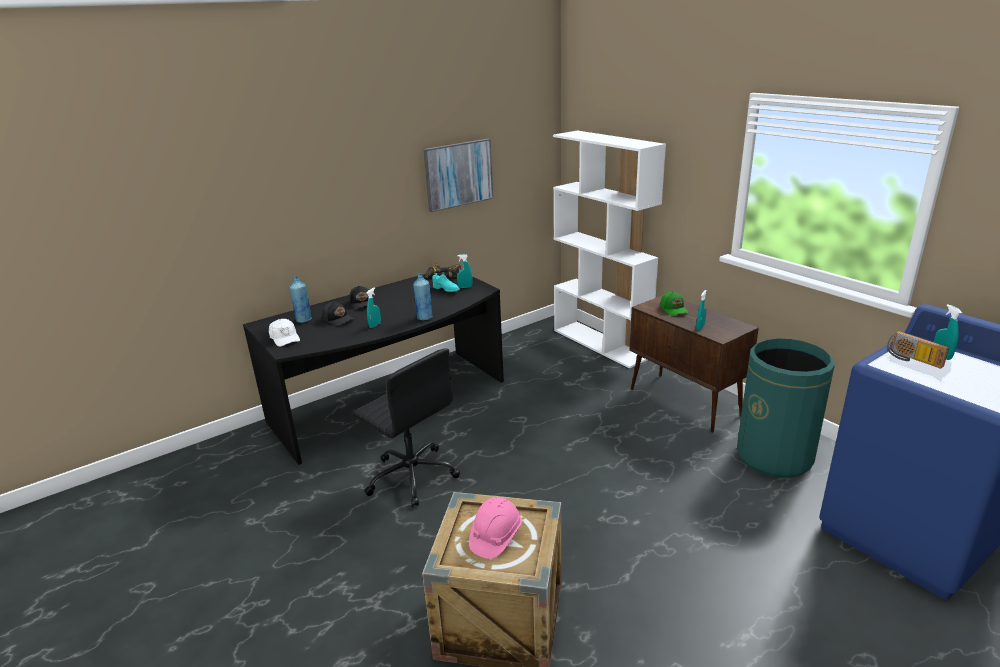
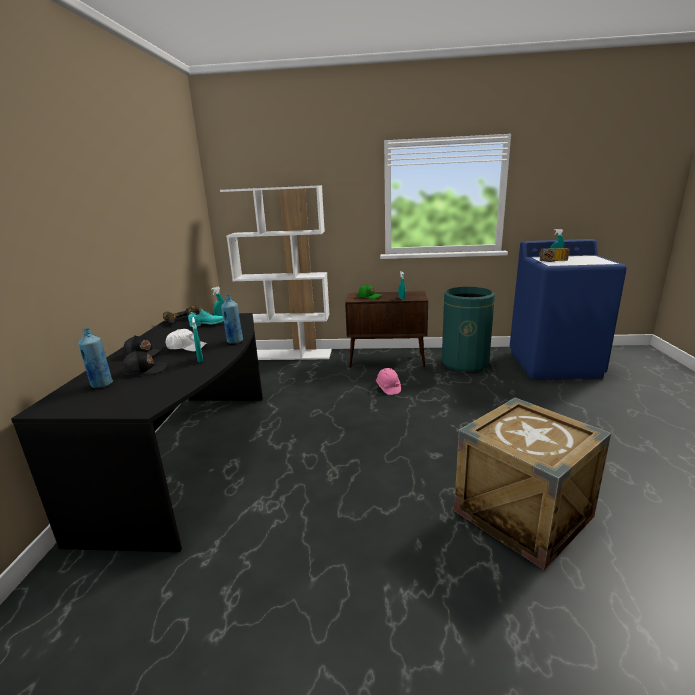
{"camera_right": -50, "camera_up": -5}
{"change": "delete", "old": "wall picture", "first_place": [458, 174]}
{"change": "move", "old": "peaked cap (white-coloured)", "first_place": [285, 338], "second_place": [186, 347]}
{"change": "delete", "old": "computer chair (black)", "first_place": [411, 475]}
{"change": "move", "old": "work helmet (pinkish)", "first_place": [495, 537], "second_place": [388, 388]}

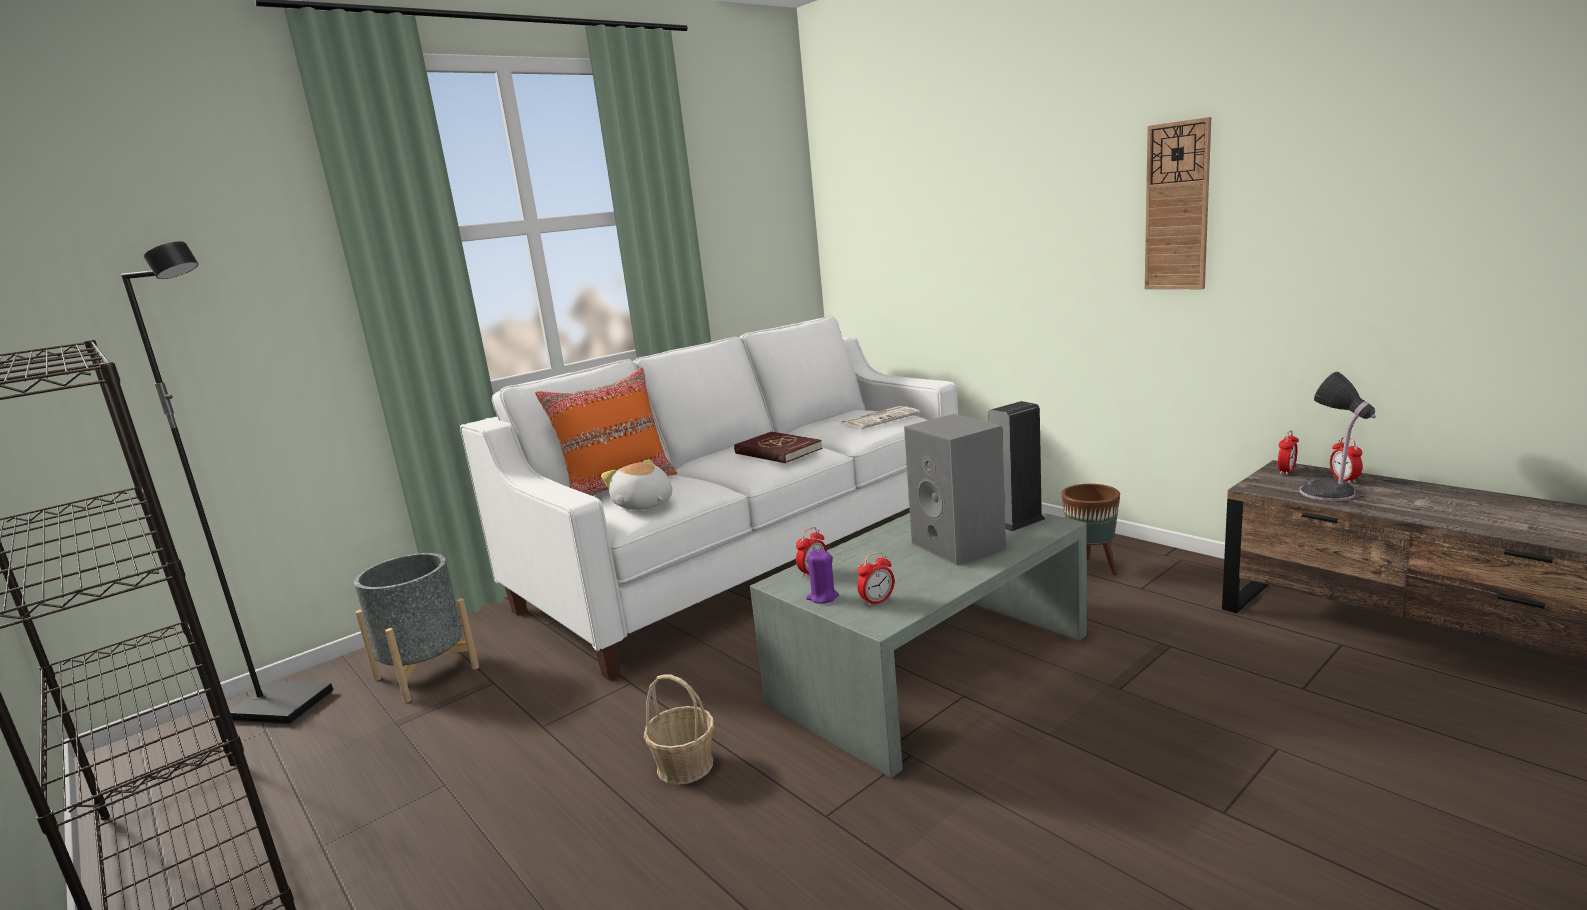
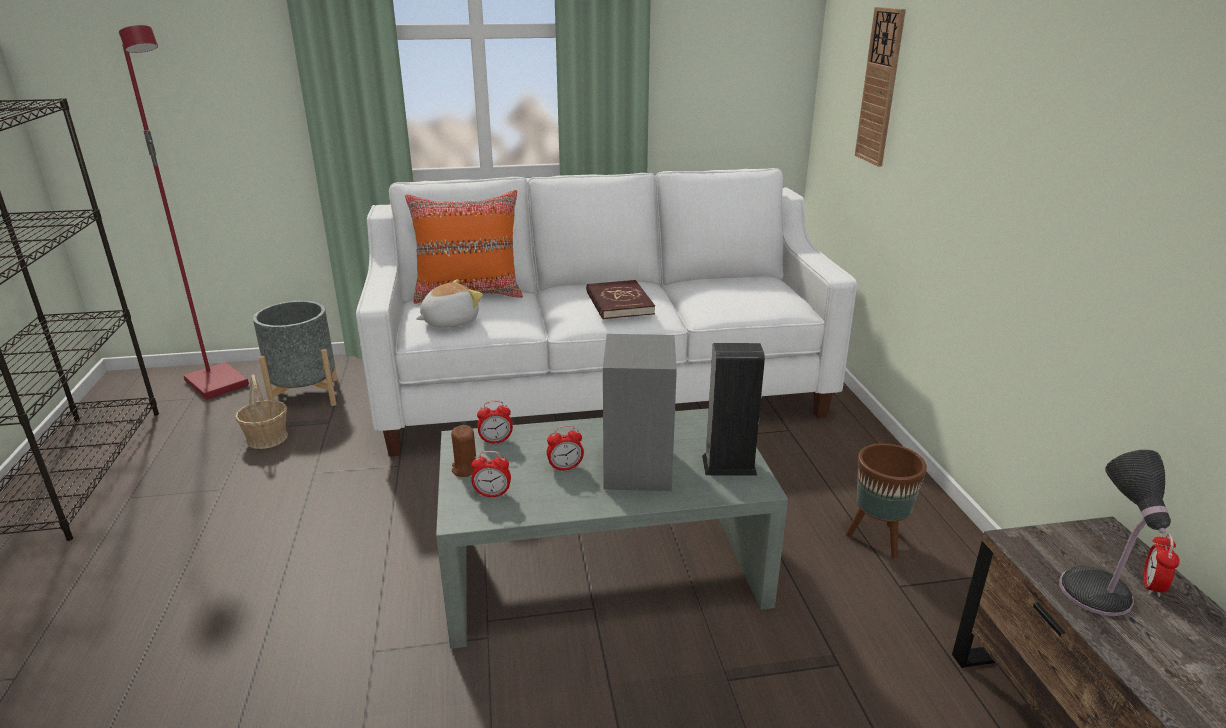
{"camera_right": 30, "camera_up": 10}
{"change": "move", "old": "hanging clock", "first_place": [1177, 207], "second_place": [880, 87]}
{"change": "recolor", "old": "standard lamp (black)", "new": "standard lamp (red)", "first_place": [285, 705], "second_place": [219, 383]}
{"change": "delete", "old": "newspaper", "first_place": [880, 419]}
{"change": "move", "old": "table clock", "first_place": [1286, 472], "second_place": [565, 468]}
{"change": "rotate", "old": "soft toy", "first_place": [643, 505], "second_place": [449, 321], "degrees": 60}
{"change": "recolor", "old": "candle (purplish)", "new": "candle (brown-coloured)", "first_place": [822, 597], "second_place": [465, 469]}
{"change": "move", "old": "basket", "first_place": [685, 765], "second_place": [267, 438]}

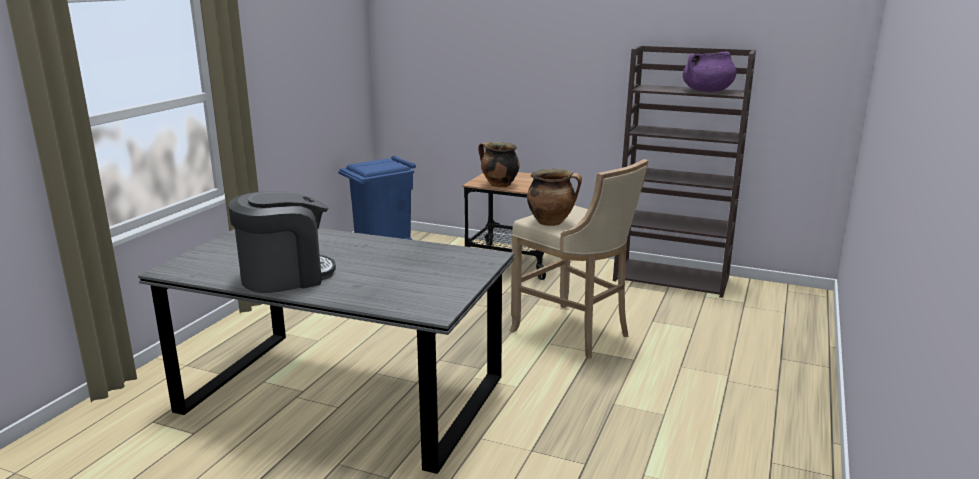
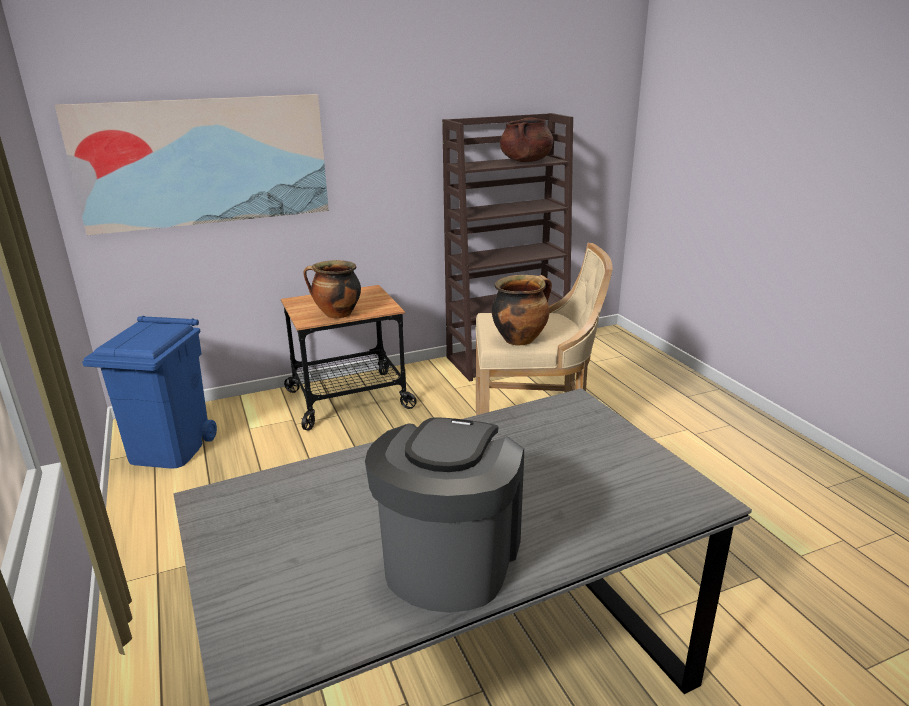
{"camera_right": -45, "camera_up": 5}
{"change": "recolor", "old": "saucepot (purplish)", "new": "saucepot (brown-coloured)", "first_place": [707, 91], "second_place": [526, 161]}
{"change": "insert", "new": "wall picture", "second_place": [204, 162]}

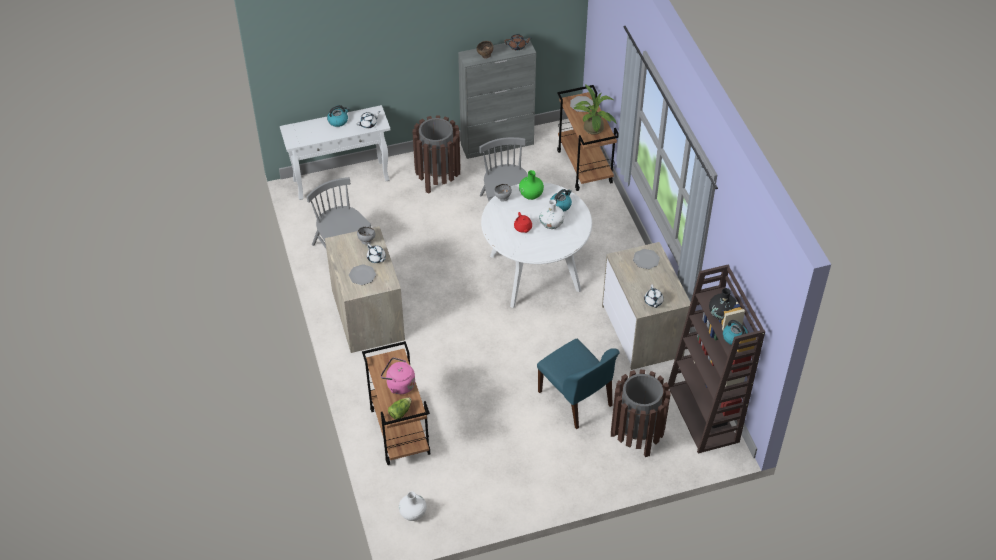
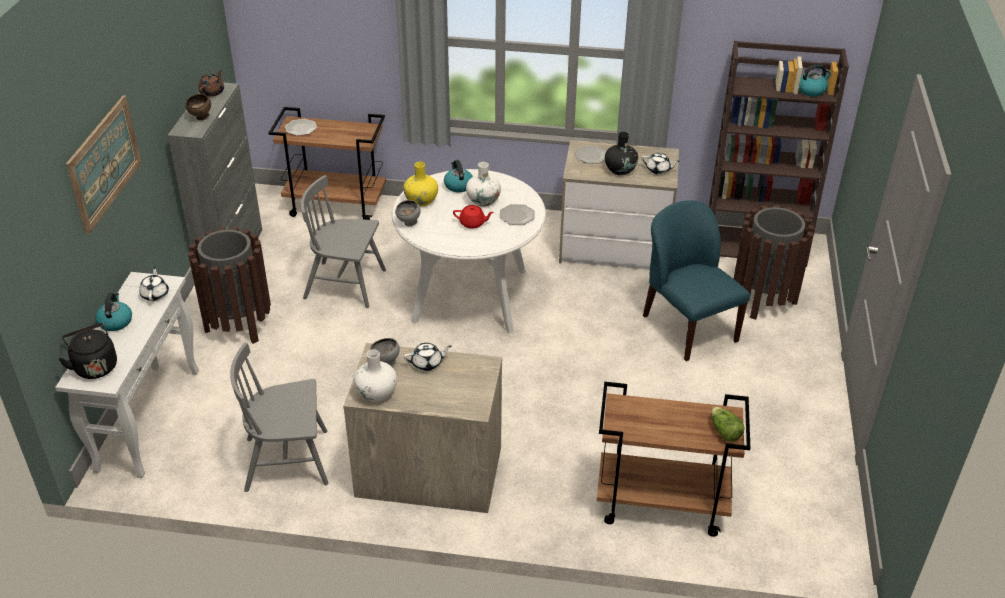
{"camera_right": -65, "camera_up": -10}
{"change": "delete", "old": "houseplant", "first_place": [594, 130]}
{"change": "recolor", "old": "vase (green-coloured)", "new": "vase (yellow-coloured)", "first_place": [531, 194], "second_place": [421, 201]}
{"change": "move", "old": "flat dish", "first_place": [362, 275], "second_place": [517, 215]}
{"change": "move", "old": "vase (black)", "first_place": [721, 314], "second_place": [620, 170]}
{"change": "rotate", "old": "upright chair (blue-coloured)", "first_place": [576, 399], "second_place": [688, 327], "degrees": -105}
{"change": "delete", "old": "tea kettle (pinkish)", "first_place": [399, 385]}
{"change": "move", "old": "vase (white-coloured)", "first_place": [413, 513], "second_place": [376, 393]}
{"change": "insert", "new": "wall picture", "second_place": [104, 163]}
{"change": "insert", "new": "tea kettle (black)", "second_place": [94, 366]}

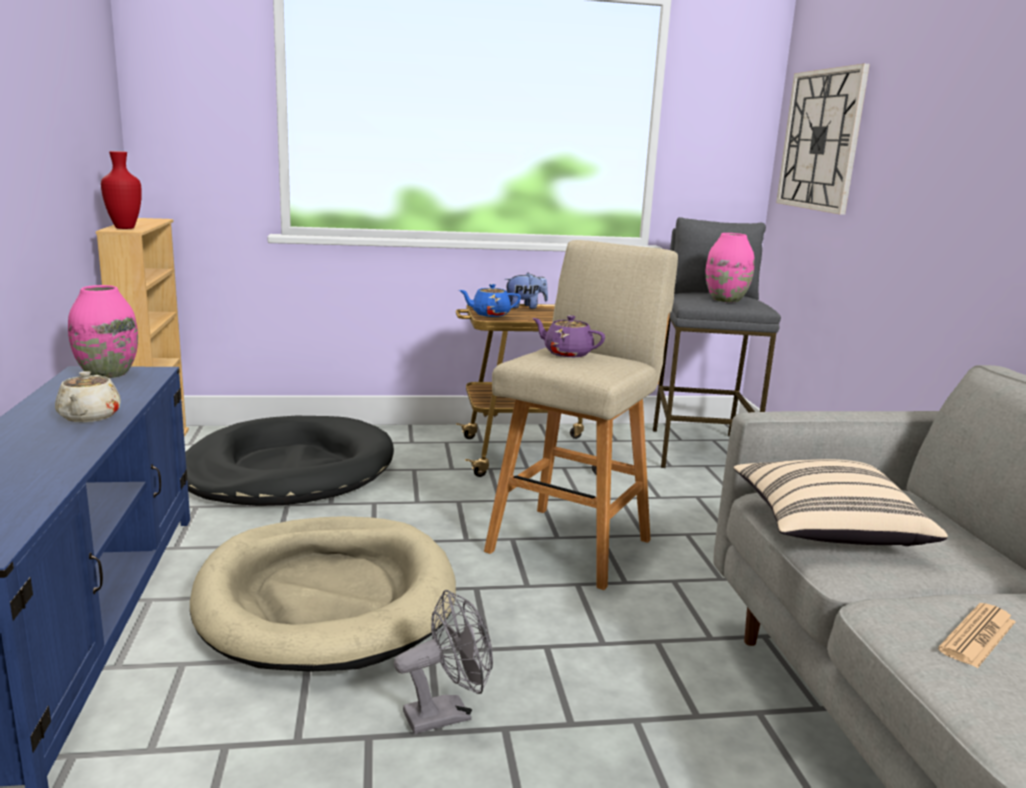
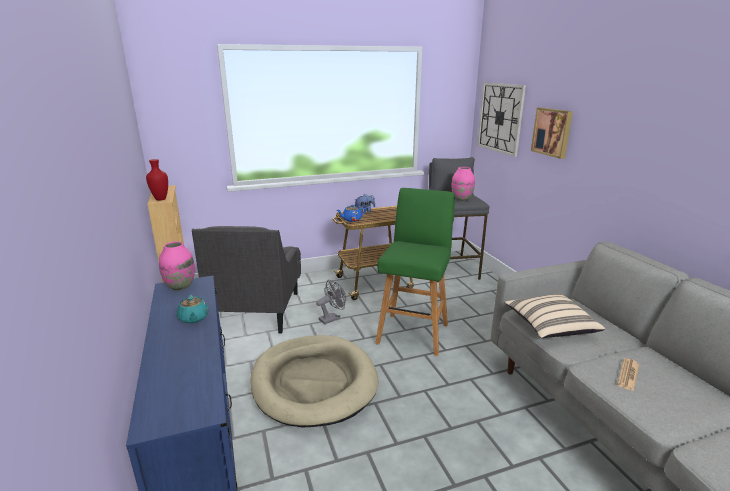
{"camera_right": -10, "camera_up": 5}
{"change": "recolor", "old": "stool (beige)", "new": "stool (green-coloured)", "first_place": [572, 543], "second_place": [413, 332]}
{"change": "delete", "old": "tea pot (purplish)", "first_place": [567, 353]}
{"change": "recolor", "old": "tea pot (beige)", "new": "tea pot (turquoise)", "first_place": [89, 417], "second_place": [193, 318]}
{"change": "replace", "old": "dog bed (black)", "new": "easy chair (greyish)", "first_place": [289, 470], "second_place": [258, 310]}
{"change": "move", "old": "cooling fan (greyish)", "first_place": [447, 714], "second_place": [332, 318]}
{"change": "insert", "new": "wall picture", "second_place": [552, 132]}

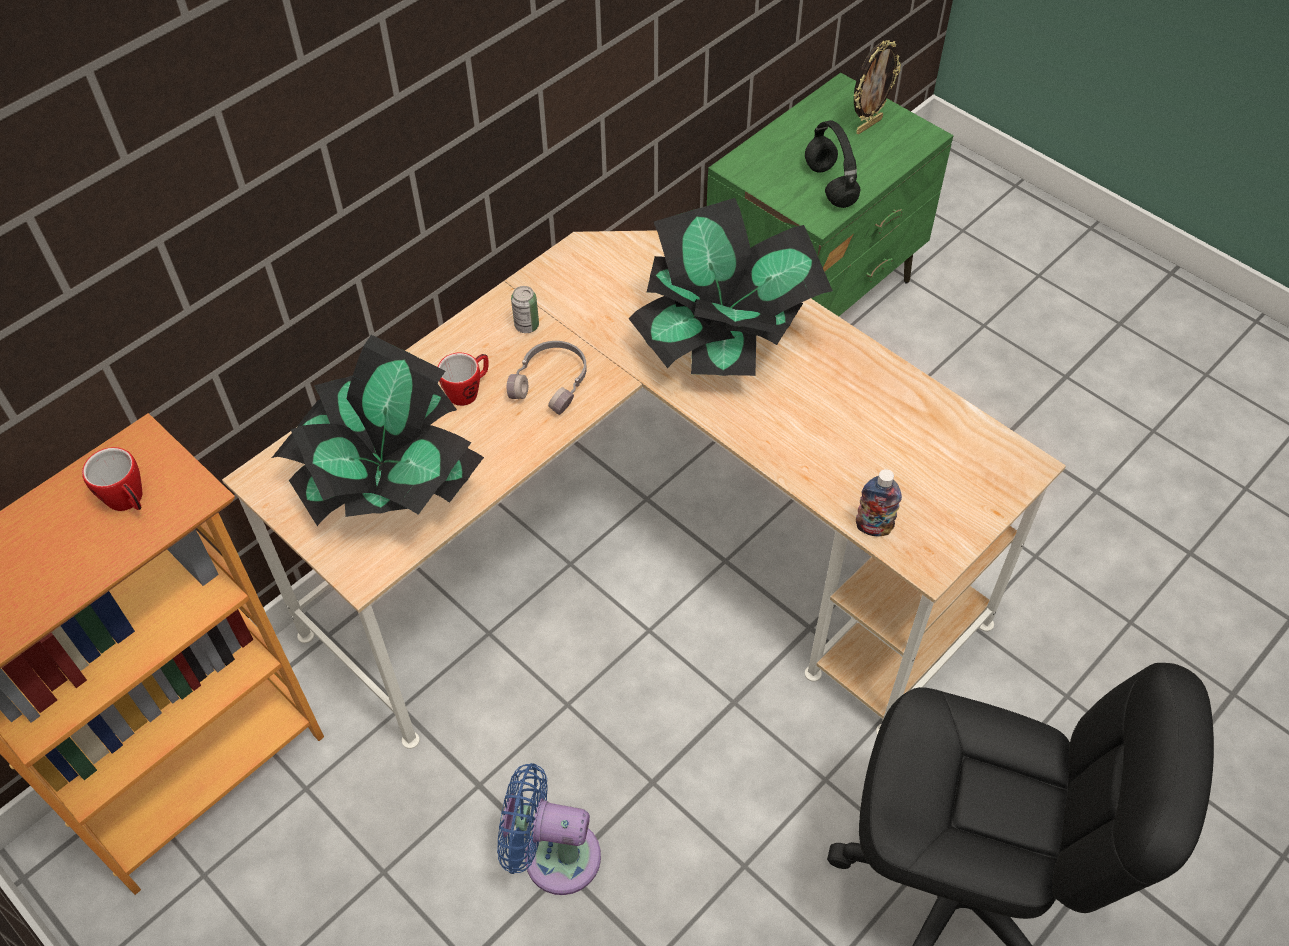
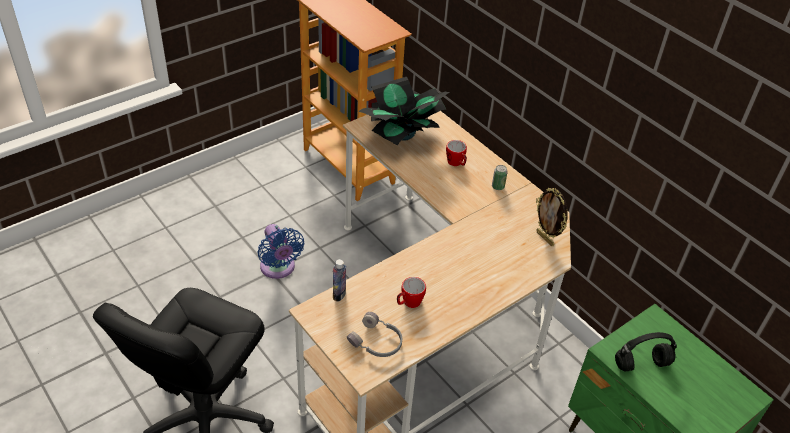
{"camera_right": 95, "camera_up": -10}
{"change": "move", "old": "picture frame", "first_place": [868, 125], "second_place": [545, 238]}
{"change": "delete", "old": "houseplant", "first_place": [724, 341]}
{"change": "move", "old": "headset (greyish)", "first_place": [552, 382], "second_place": [376, 342]}
{"change": "move", "old": "mug", "first_place": [129, 501], "second_place": [409, 303]}
{"change": "rotate", "old": "cooling fan (blue-coloured)", "first_place": [553, 855], "second_place": [279, 268], "degrees": 135}

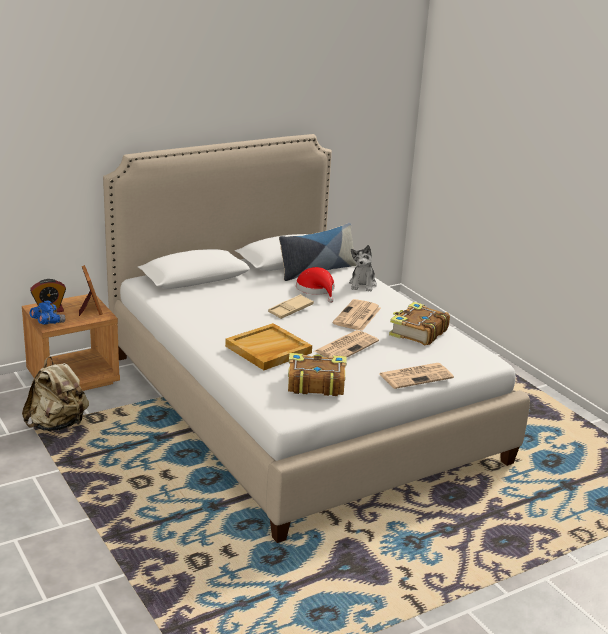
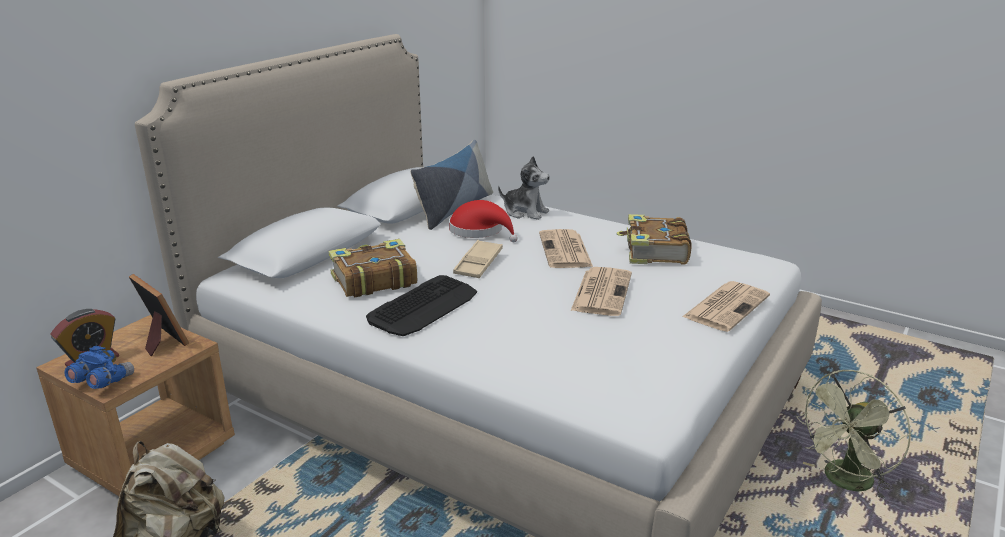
{"camera_right": -25, "camera_up": 0}
{"change": "rotate", "old": "soft toy", "first_place": [362, 284], "second_place": [525, 212], "degrees": -45}
{"change": "delete", "old": "carrying tray (beige)", "first_place": [268, 350]}
{"change": "move", "old": "volume", "first_place": [315, 383], "second_place": [373, 280]}
{"change": "insert", "new": "computer keyboard", "second_place": [424, 306]}
{"change": "insert", "new": "cooling fan (green-coloured)", "second_place": [844, 482]}

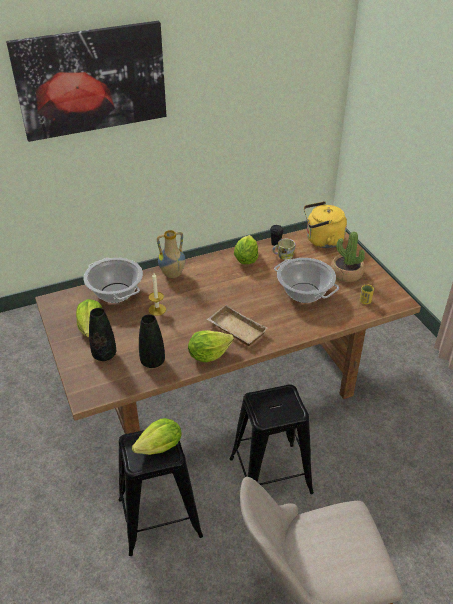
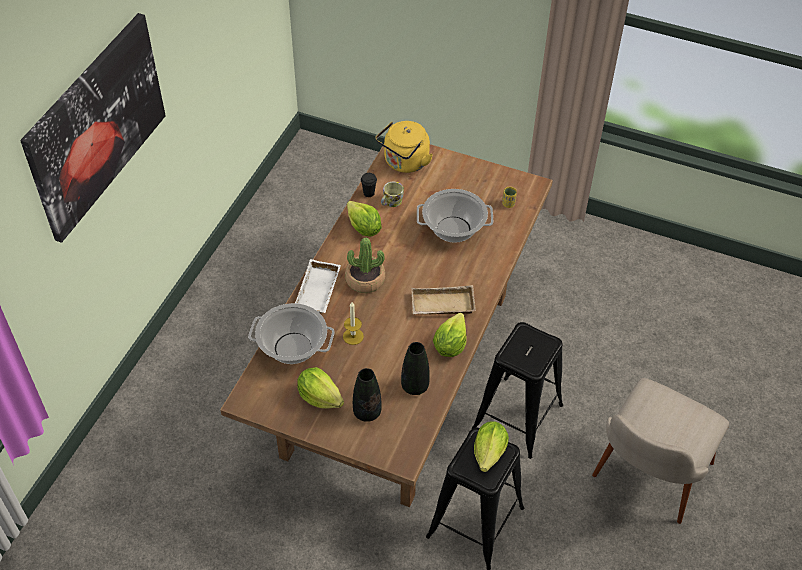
{"camera_right": -45, "camera_up": 10}
{"change": "replace", "old": "vase", "new": "carrying tray (white-coloured)", "first_place": [172, 275], "second_place": [319, 291]}
{"change": "move", "old": "houseplant", "first_place": [346, 273], "second_place": [365, 280]}

